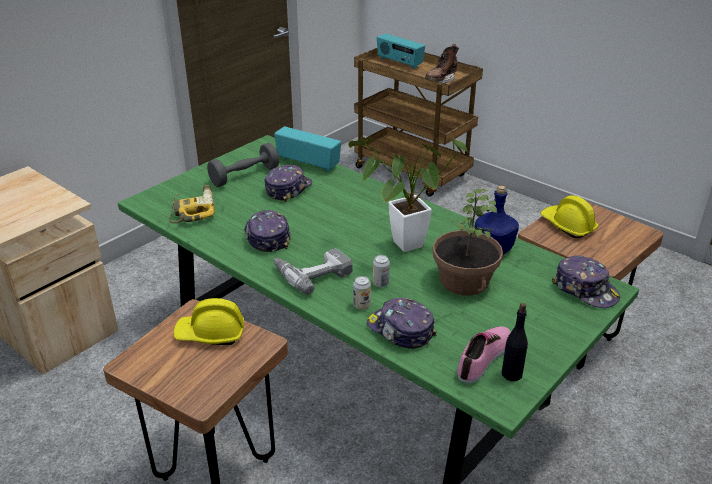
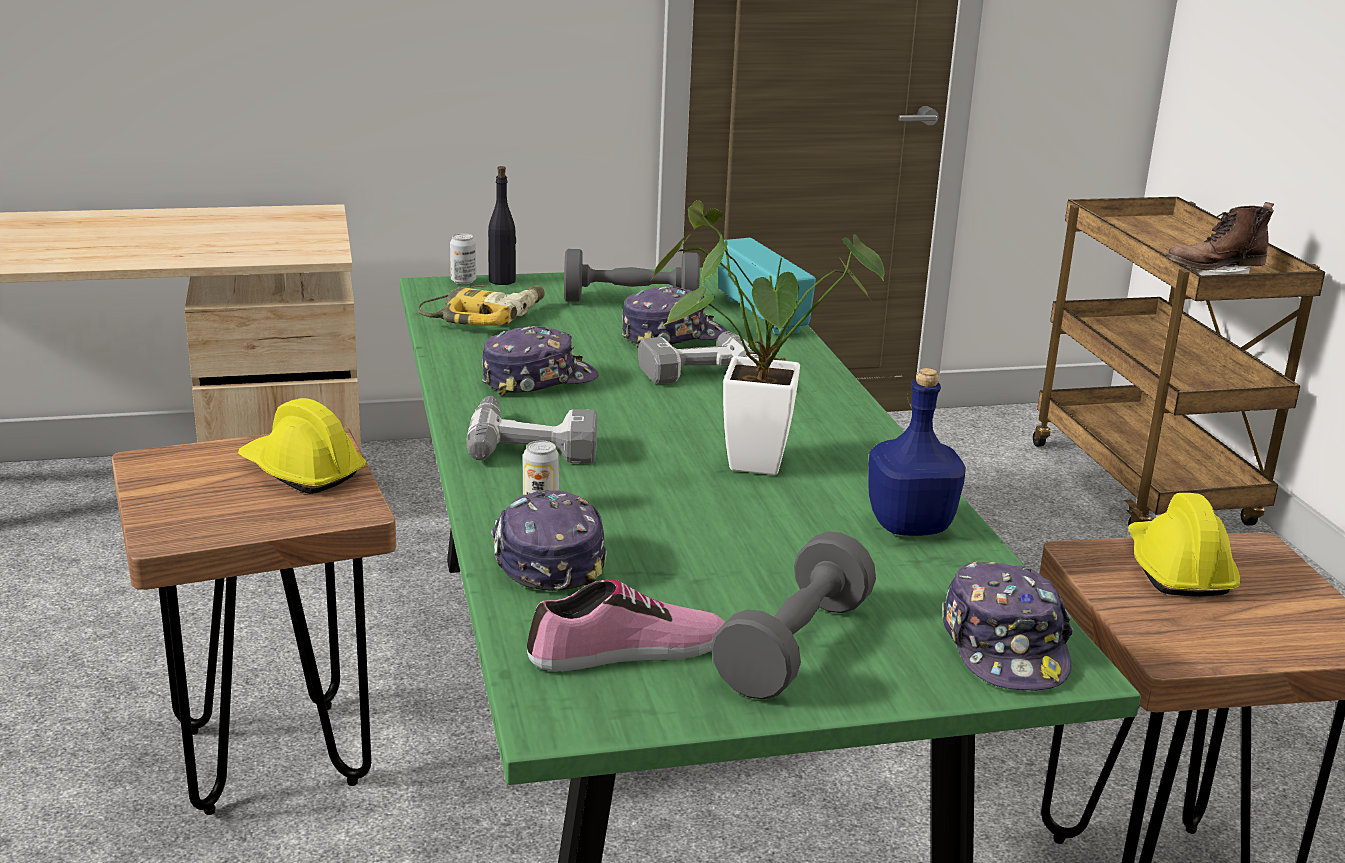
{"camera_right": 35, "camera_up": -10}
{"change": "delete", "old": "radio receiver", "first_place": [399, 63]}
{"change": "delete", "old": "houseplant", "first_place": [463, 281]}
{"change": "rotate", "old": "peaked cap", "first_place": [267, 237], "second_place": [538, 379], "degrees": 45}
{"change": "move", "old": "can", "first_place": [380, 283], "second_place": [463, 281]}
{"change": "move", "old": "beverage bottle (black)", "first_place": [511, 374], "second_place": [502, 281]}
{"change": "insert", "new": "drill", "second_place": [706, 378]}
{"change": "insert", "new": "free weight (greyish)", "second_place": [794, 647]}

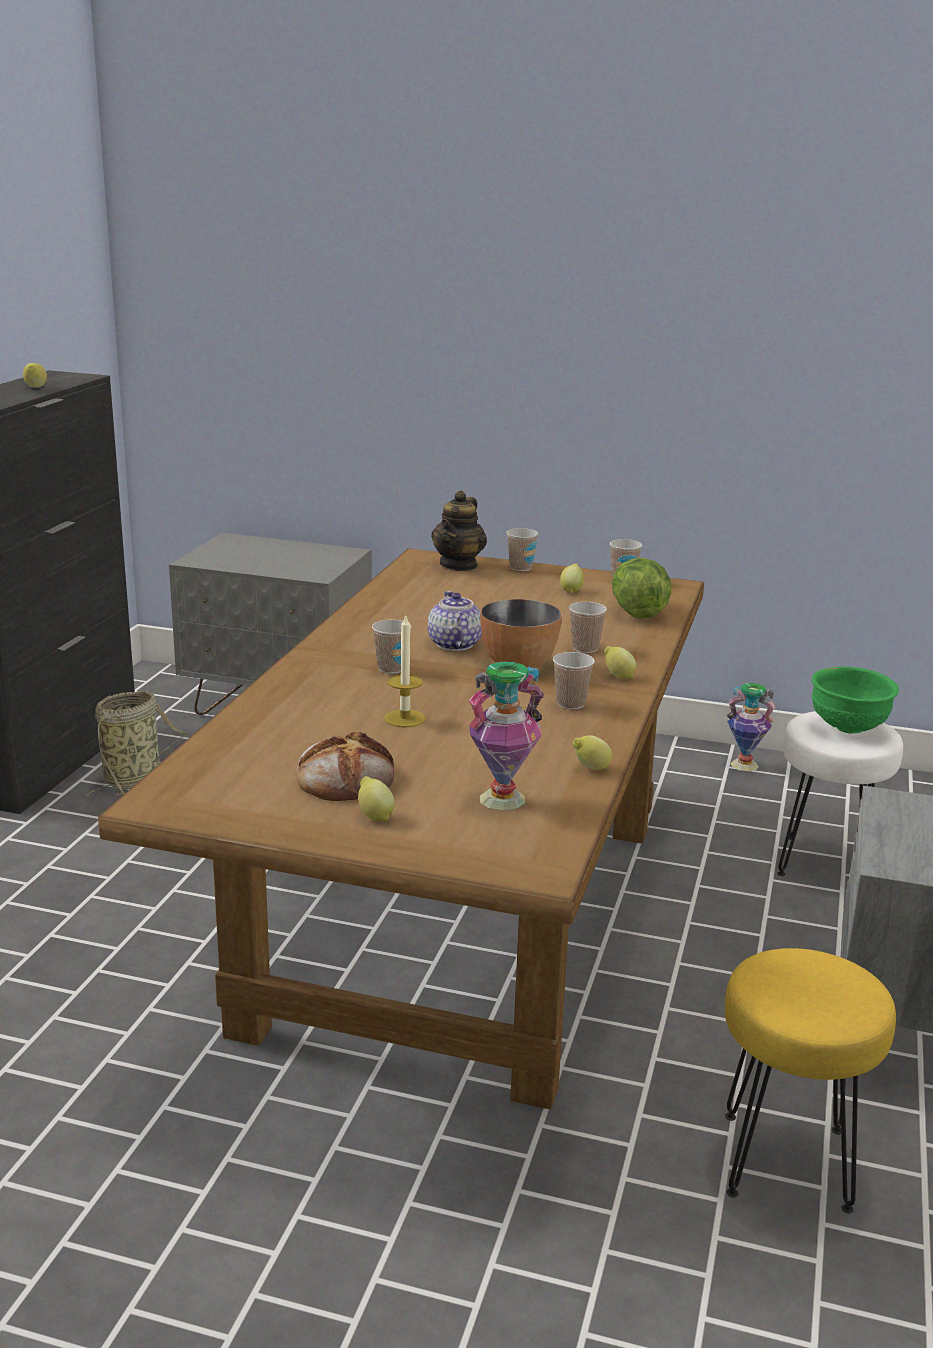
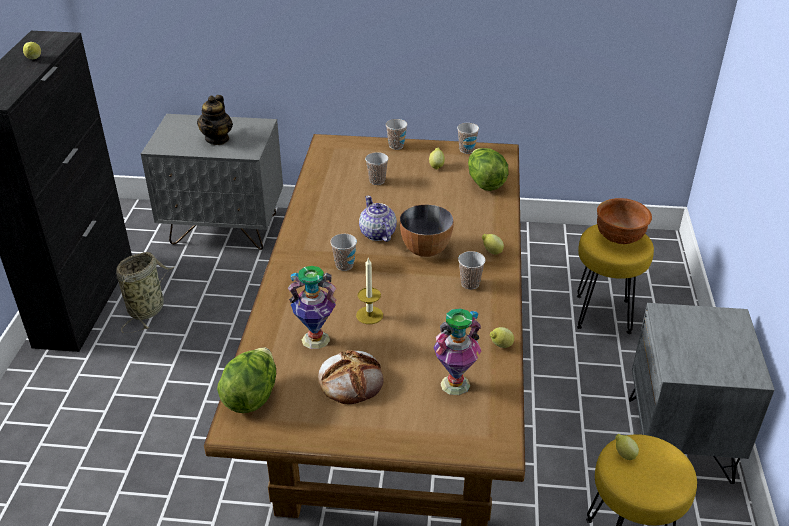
{"camera_right": -10, "camera_up": 15}
{"change": "move", "old": "tea pot", "first_place": [459, 565], "second_place": [217, 139]}
{"change": "move", "old": "cup", "first_place": [585, 648], "second_place": [377, 181]}
{"change": "recolor", "old": "deep dish (green-coloured)", "new": "deep dish (brown-coloured)", "first_place": [848, 728], "second_place": [619, 239]}
{"change": "move", "old": "vase", "first_place": [744, 765], "second_place": [315, 340]}
{"change": "recolor", "old": "stool (white-coloured)", "new": "stool (yellow-coloured)", "first_place": [826, 863], "second_place": [604, 314]}
{"change": "move", "old": "citrus fruit", "first_place": [374, 816], "second_place": [624, 454]}
{"change": "insert", "new": "head of lettuce", "second_place": [251, 396]}

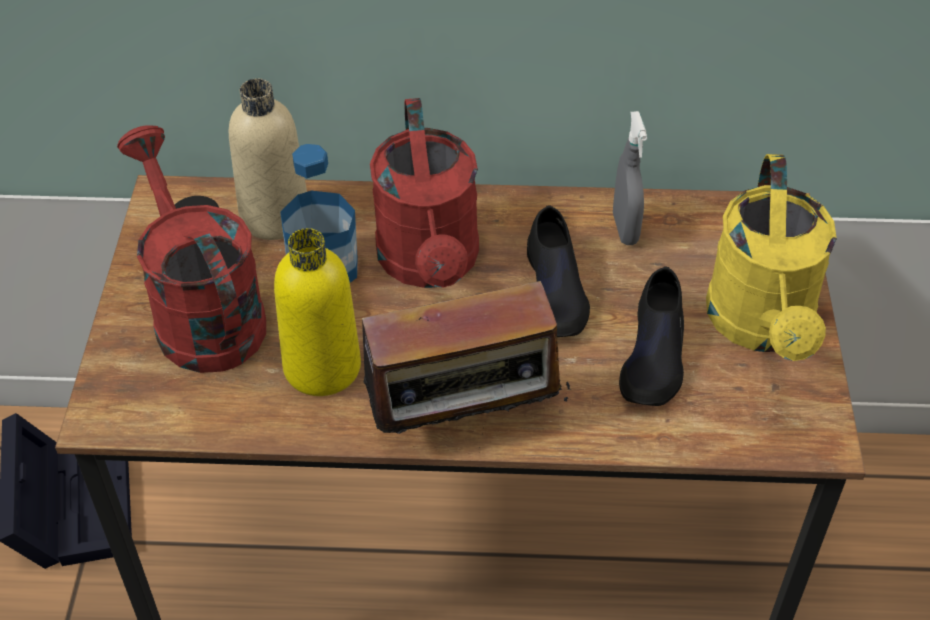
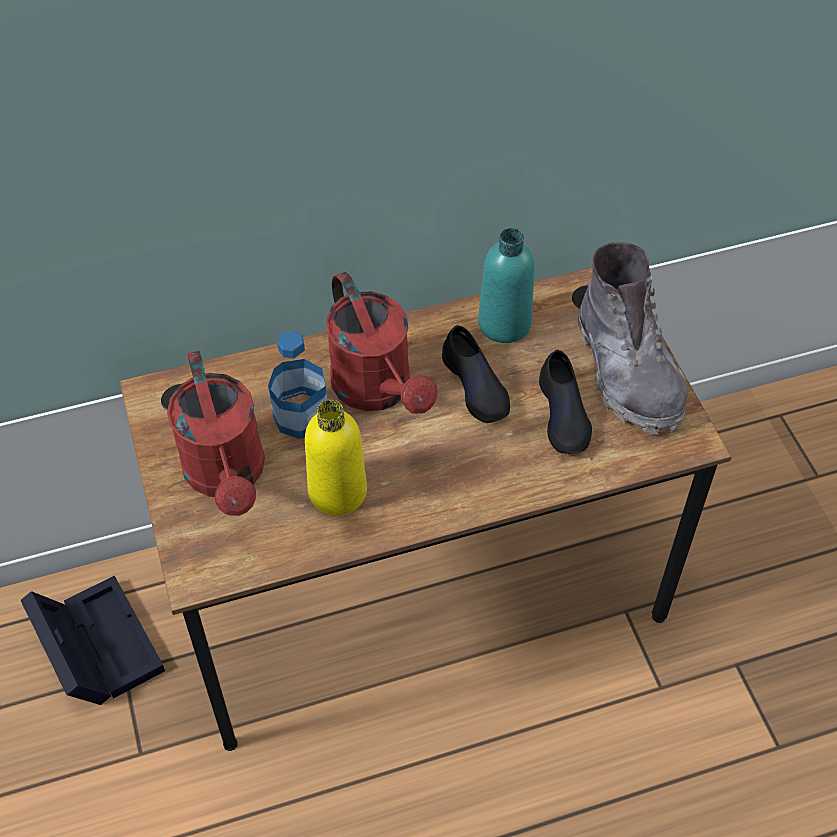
{"camera_right": -20, "camera_up": 5}
{"change": "delete", "old": "beverage bottle (beige)", "first_place": [275, 217]}
{"change": "replace", "old": "spray bottle (greyish)", "new": "beverage bottle (turquoise)", "first_place": [625, 229], "second_place": [504, 324]}
{"change": "rotate", "old": "watering pot (red)", "first_place": [202, 312], "second_place": [228, 476], "degrees": -150}
{"change": "replace", "old": "watering pot (yellow-coloured)", "new": "high-top boot (greyish)", "first_place": [762, 327], "second_place": [627, 372]}
{"change": "delete", "old": "radio receiver", "first_place": [464, 423]}

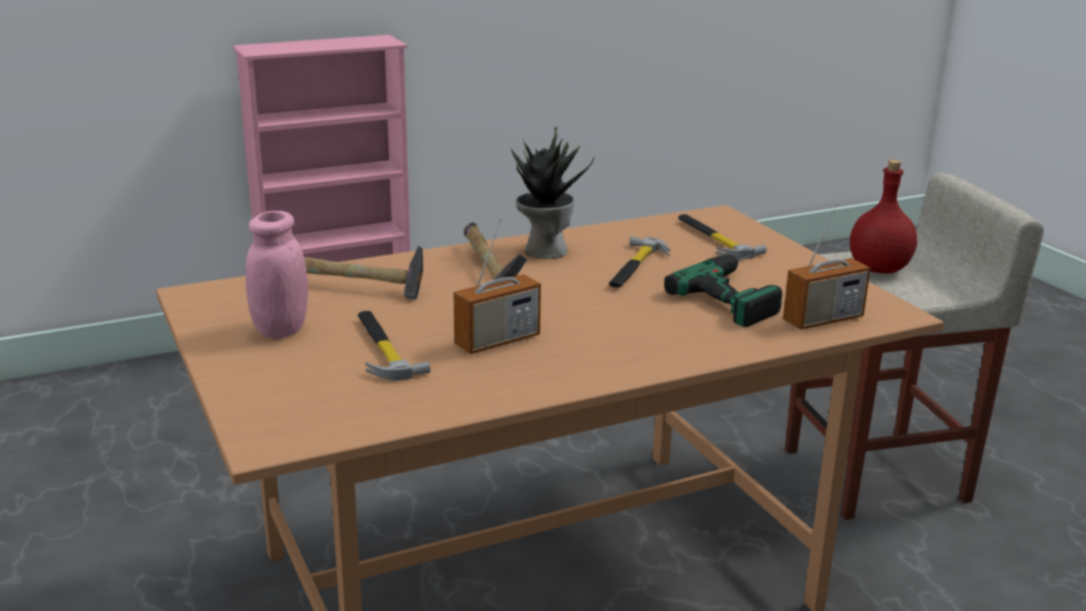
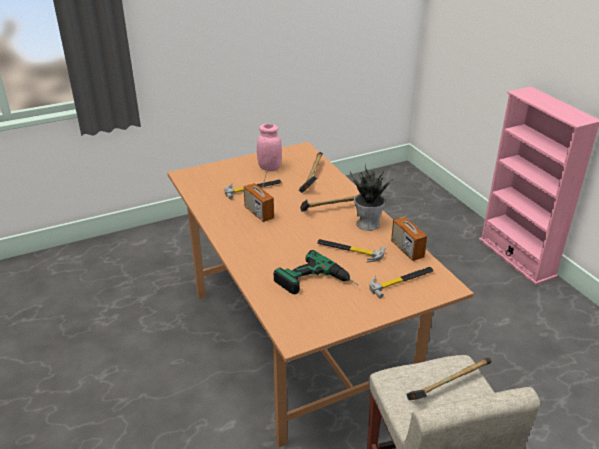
{"camera_right": 90, "camera_up": 10}
{"change": "replace", "old": "beverage bottle (red)", "new": "hand hammer", "first_place": [878, 269], "second_place": [447, 387]}
{"change": "move", "old": "radio receiver", "first_place": [823, 320], "second_place": [407, 249]}

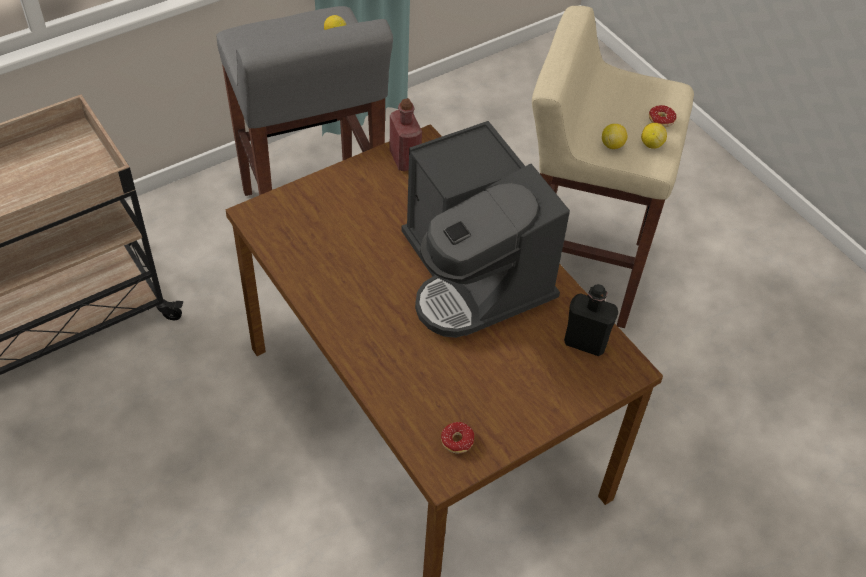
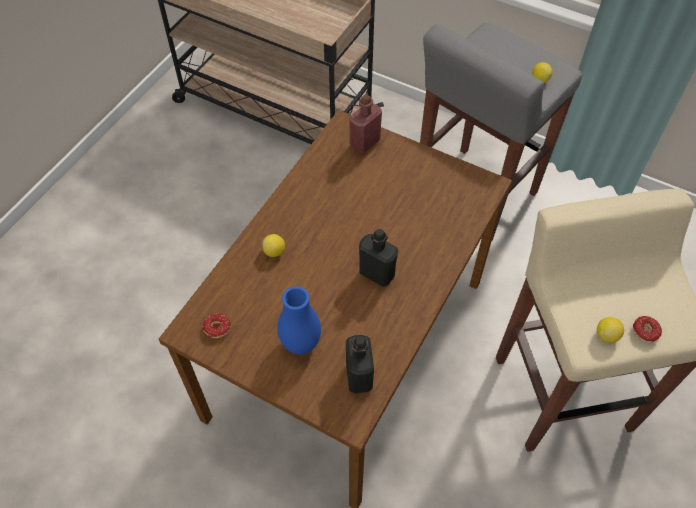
{"camera_right": 65, "camera_up": 5}
{"change": "move", "old": "beverage bottle (red)", "first_place": [404, 159], "second_place": [364, 143]}
{"change": "replace", "old": "coffee machine", "new": "beverage bottle (black)", "first_place": [474, 275], "second_place": [377, 273]}
{"change": "move", "old": "citrus fruit", "first_place": [612, 145], "second_place": [274, 252]}
{"change": "insert", "new": "vase (blue-coloured)", "second_place": [301, 344]}

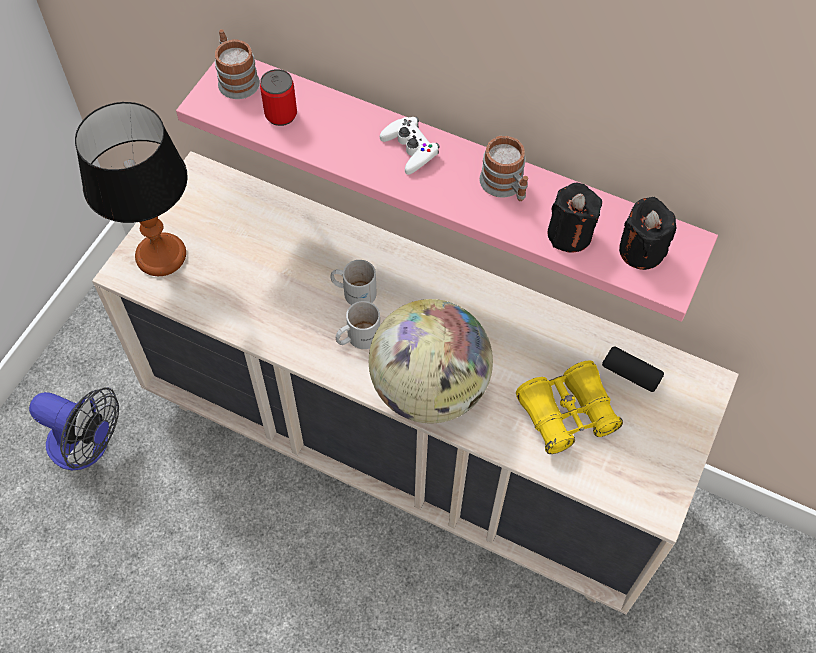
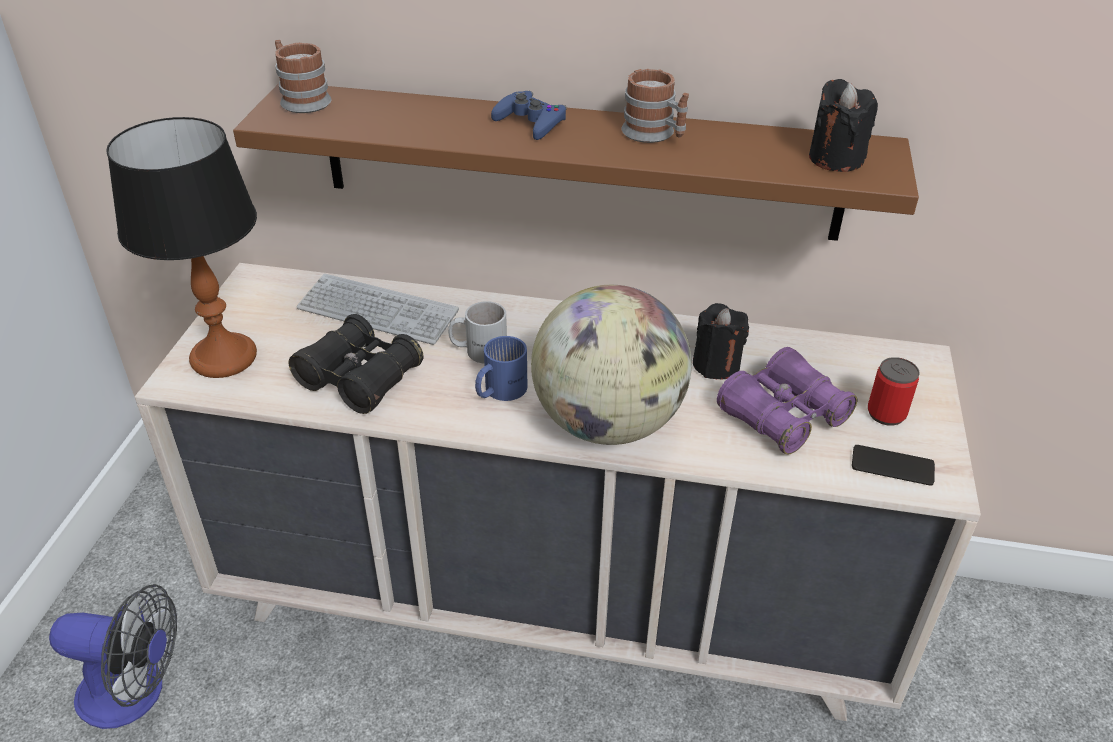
{"camera_right": -15, "camera_up": -20}
{"change": "recolor", "old": "bracket shelf (pinkish)", "new": "bracket shelf (brown-coloured)", "first_place": [455, 167], "second_place": [578, 161]}
{"change": "move", "old": "can", "first_place": [281, 115], "second_place": [886, 414]}
{"change": "recolor", "old": "joypad (white-coloured)", "new": "joypad (blue-coloured)", "first_place": [410, 149], "second_place": [530, 122]}
{"change": "move", "old": "candle (black)", "first_place": [569, 234], "second_place": [716, 365]}
{"change": "recolor", "old": "mug (white-coloured)", "new": "mug (blue-coloured)", "first_place": [357, 337], "second_place": [499, 390]}
{"change": "move", "old": "phone", "first_place": [632, 369], "second_place": [892, 466]}
{"change": "recolor", "old": "field glasses (yellow-coloured)", "new": "field glasses (purplish)", "first_place": [566, 414], "second_place": [783, 416]}
{"change": "insert", "new": "computer keyboard", "second_place": [377, 311]}
{"change": "insert", "new": "field glasses (black)", "second_place": [359, 378]}

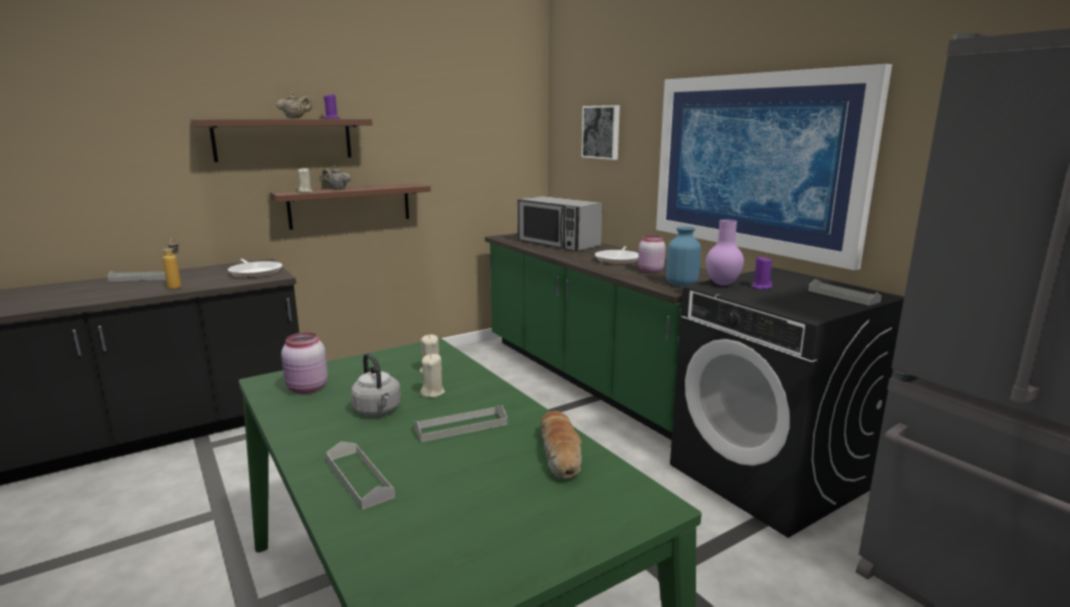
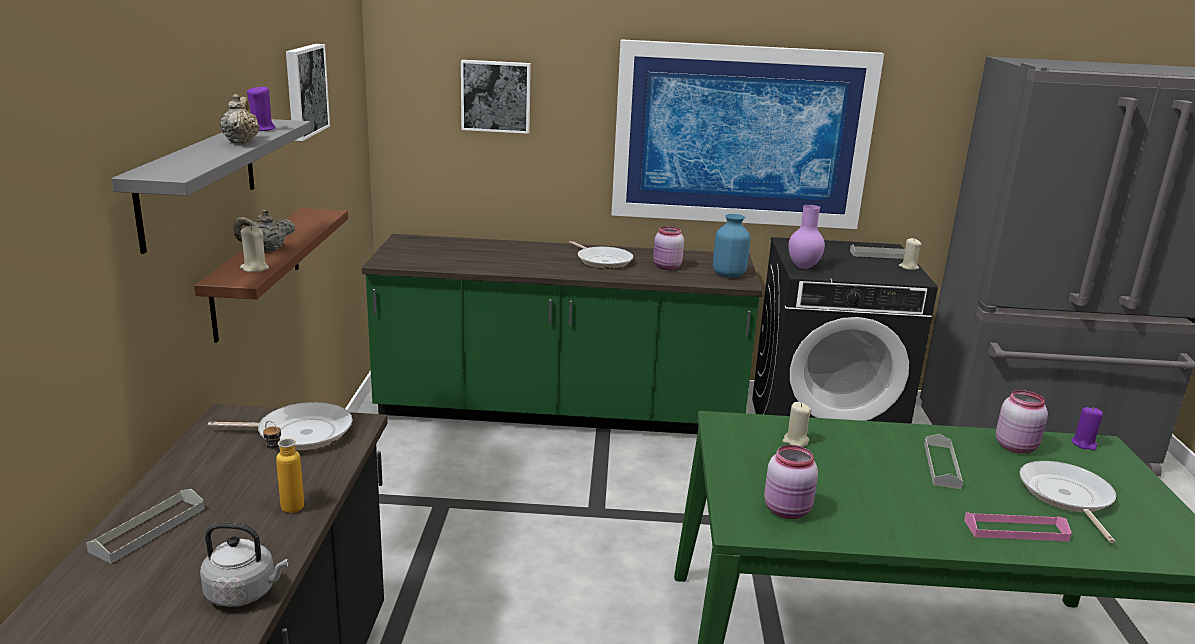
{"camera_right": -55, "camera_up": 5}
{"change": "recolor", "old": "bracket shelf (brown-coloured)", "new": "bracket shelf (greyish)", "first_place": [284, 139], "second_place": [199, 180]}
{"change": "delete", "old": "kitchen microwave", "first_place": [558, 244]}
{"change": "move", "old": "candle (purplish)", "first_place": [761, 287], "second_place": [1084, 444]}
{"change": "move", "old": "tea kettle (greyish)", "first_place": [378, 410], "second_place": [244, 593]}
{"change": "move", "old": "candle (beige)", "first_place": [432, 393], "second_place": [908, 267]}
{"change": "replace", "old": "bakery bread", "new": "jar (pinkish)", "first_place": [561, 455], "second_place": [1016, 446]}
{"change": "recolor", "old": "carrying tray (greyish)", "new": "carrying tray (pinkish)", "first_place": [359, 478], "second_place": [1015, 530]}
{"change": "insert", "new": "wall picture", "second_place": [304, 90]}
{"change": "insert", "new": "frying pan", "second_place": [1066, 497]}

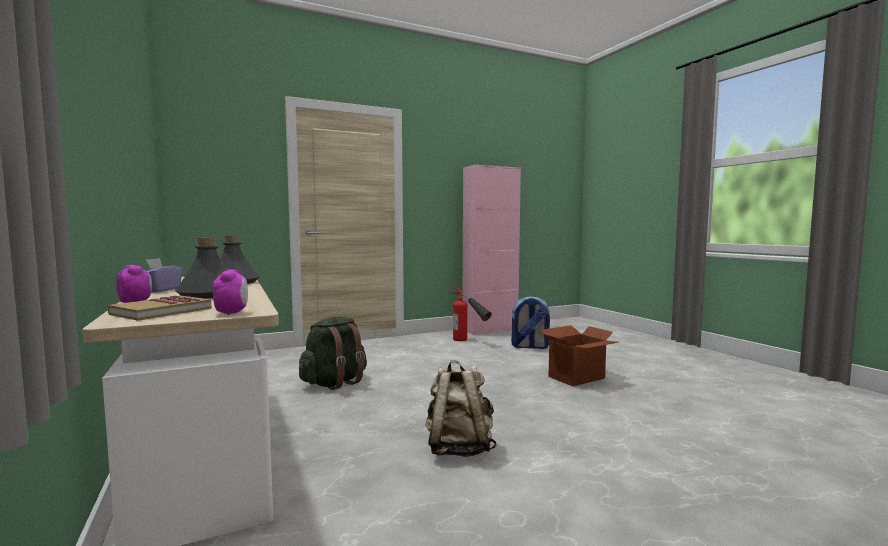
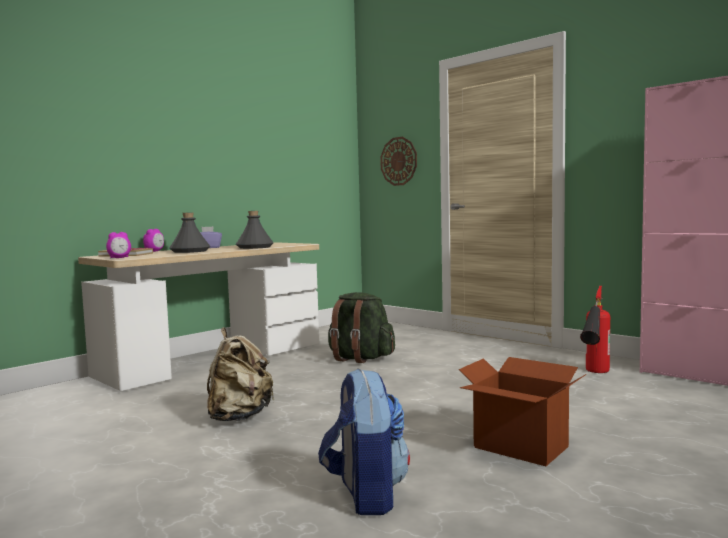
{"camera_right": 70, "camera_up": 0}
{"change": "move", "old": "rucksack", "first_place": [529, 346], "second_place": [365, 494]}
{"change": "insert", "new": "hanging clock", "second_place": [399, 161]}

